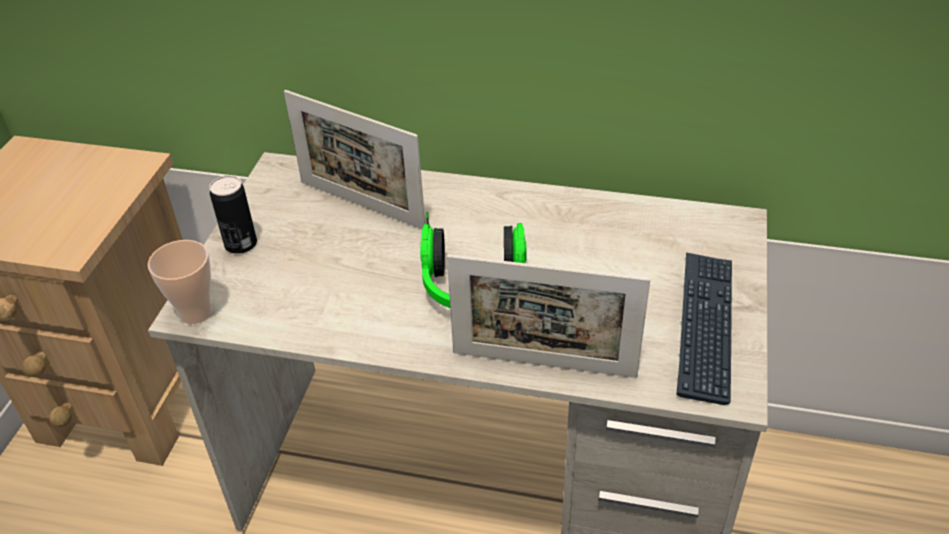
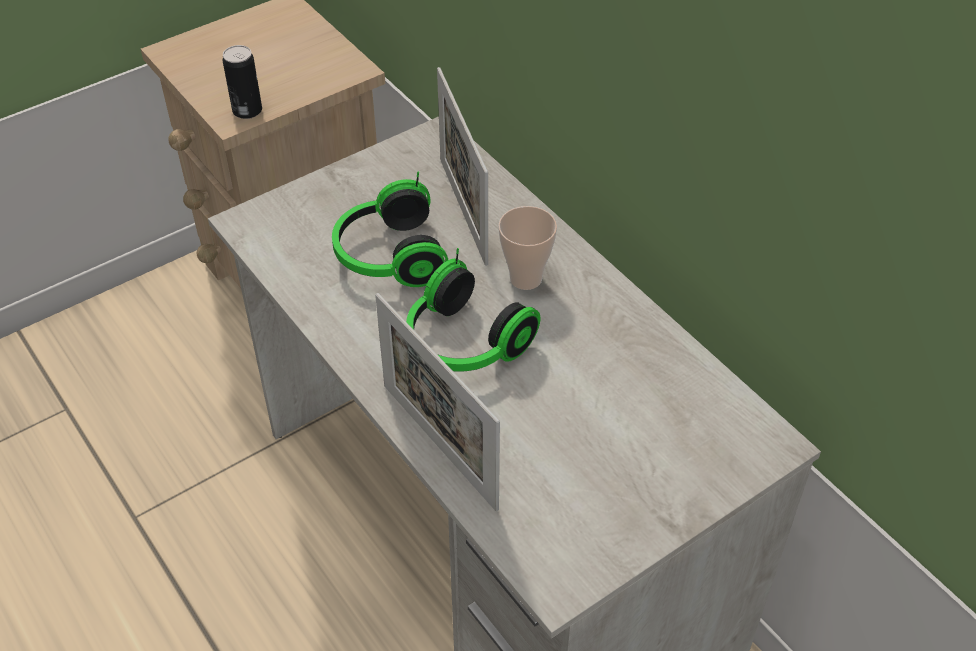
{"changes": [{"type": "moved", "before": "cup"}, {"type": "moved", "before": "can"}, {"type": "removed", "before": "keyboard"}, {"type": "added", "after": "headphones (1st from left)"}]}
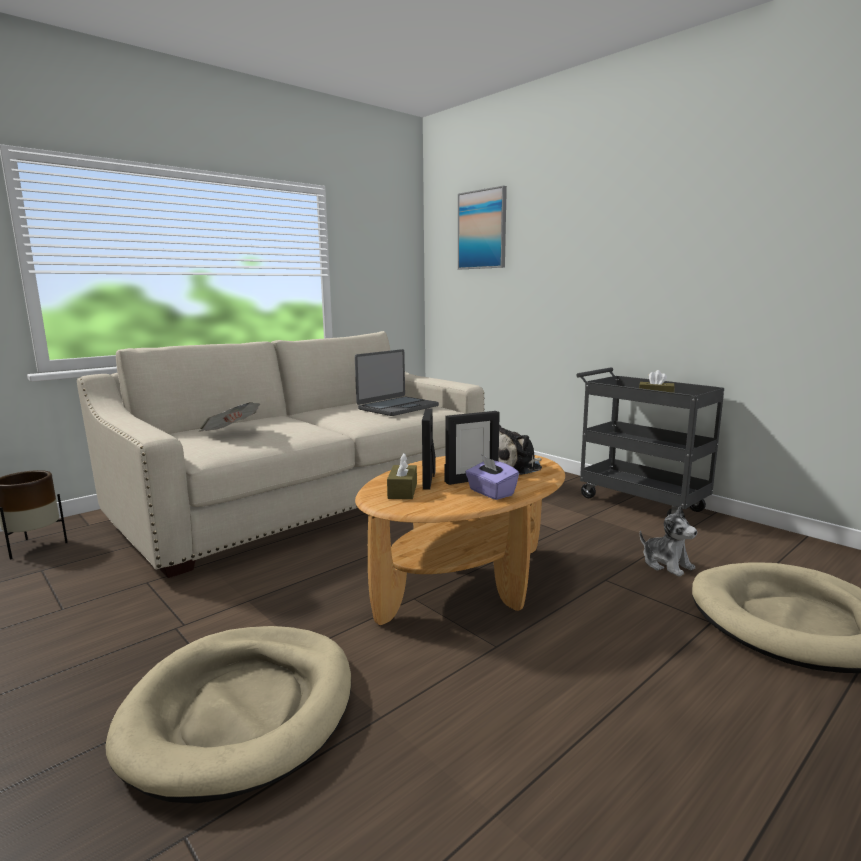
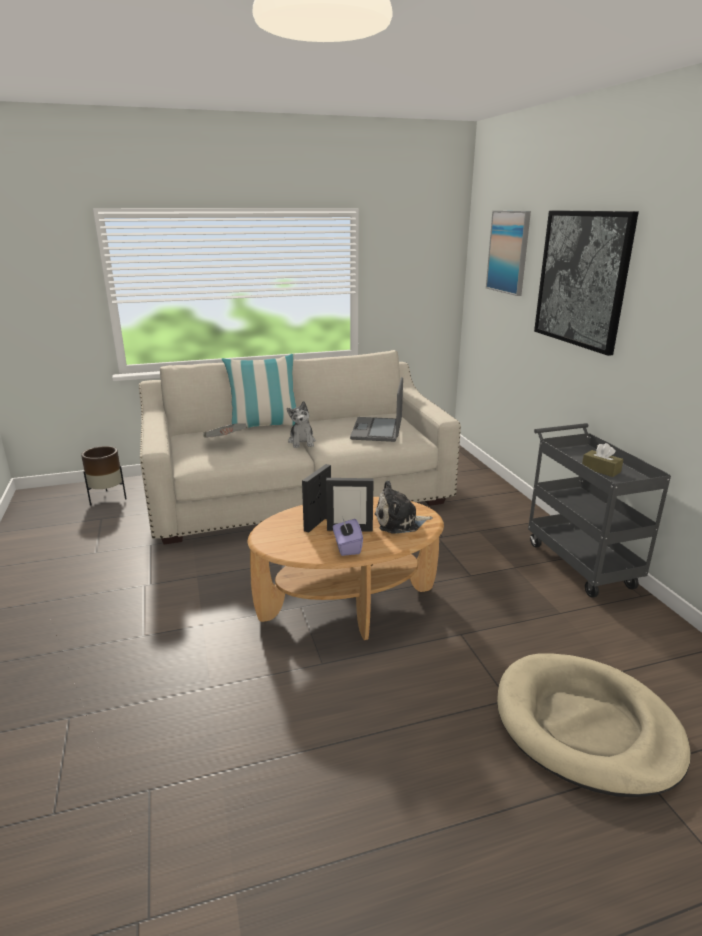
{"changes": [{"type": "removed", "before": "beige dog bed (1st from left)"}, {"type": "turned", "before": "laptop", "turn": 120}, {"type": "removed", "before": "brown tissue box (1st from left)"}, {"type": "moved", "before": "plush toy (2nd from left in the first image)", "after": "plush toy (1st from left)"}, {"type": "added", "after": "pillow"}, {"type": "added", "after": "picture (2nd from left)"}]}
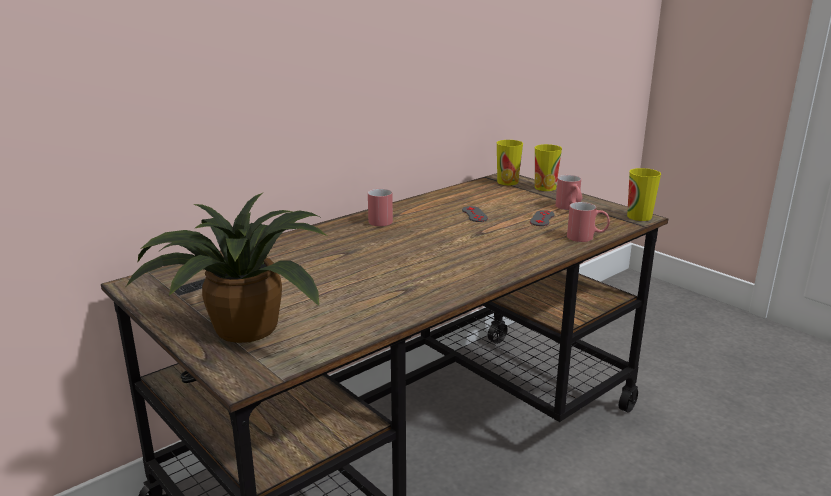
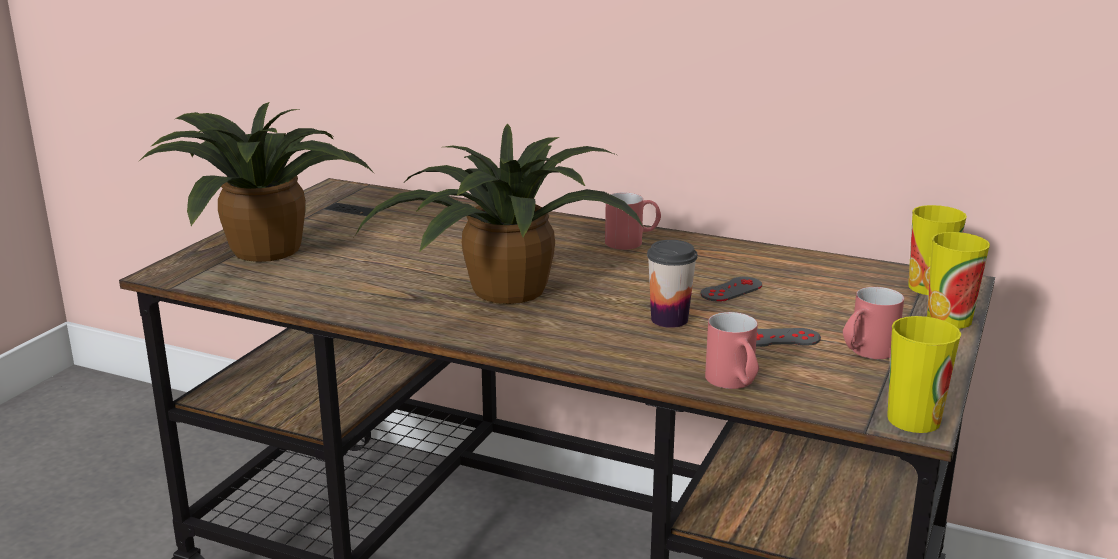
{"changes": [{"type": "added", "after": "potted plant (2nd from left)"}, {"type": "added", "after": "cup (1st from left)"}]}
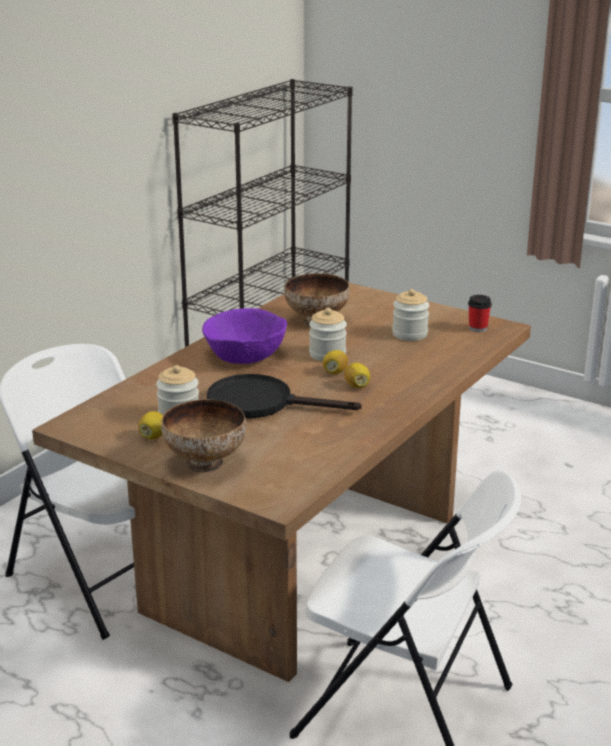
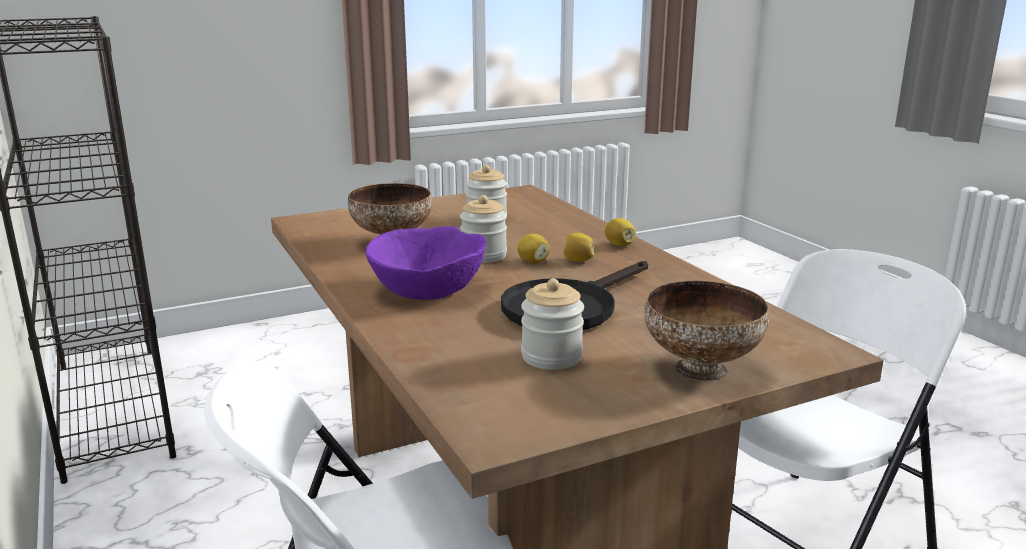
{"changes": [{"type": "moved", "before": "lemon (1st from left in the first image)", "after": "lemon (3rd from left)"}, {"type": "removed", "before": "cup"}]}
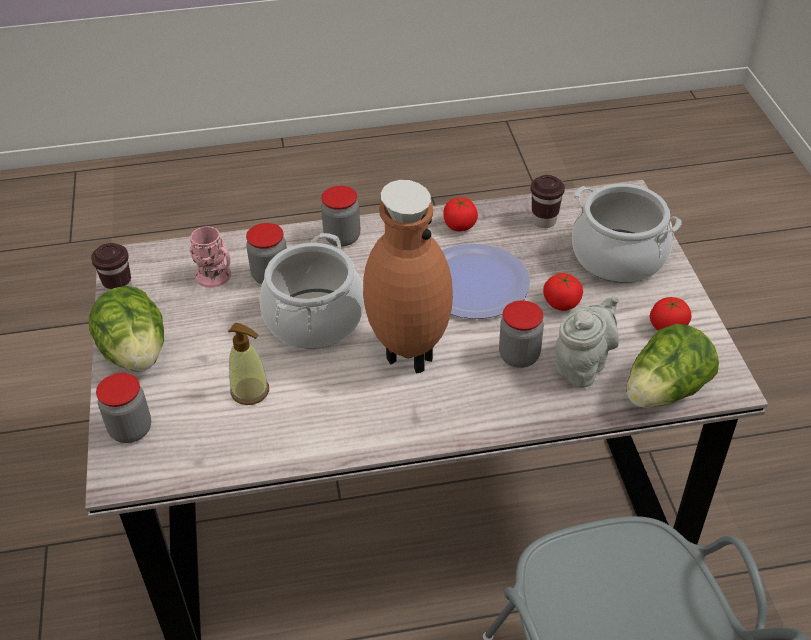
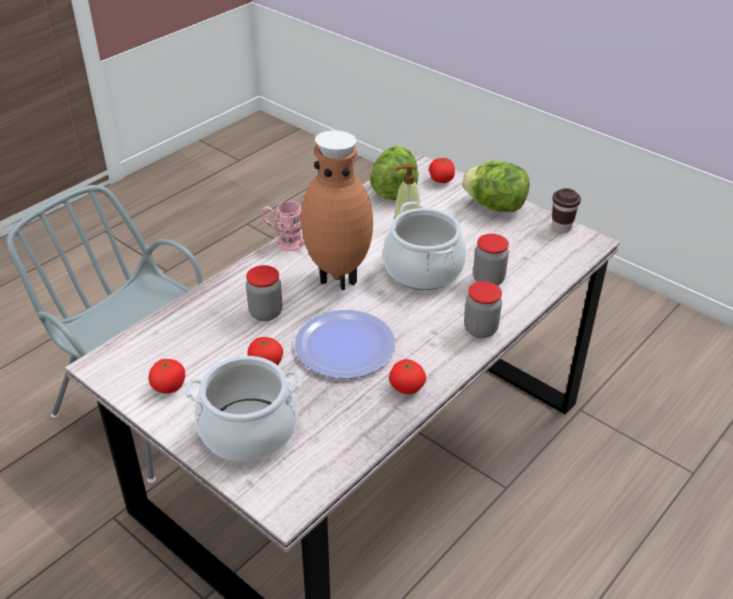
{"changes": [{"type": "replaced", "before": "jar (1st from left)", "after": "tomato (4th from left)"}, {"type": "moved", "before": "pink mug"}, {"type": "removed", "before": "brown cup (2nd from left)"}, {"type": "removed", "before": "grey teapot"}, {"type": "moved", "before": "lettuce (2nd from left in the first image)", "after": "lettuce (1st from left)"}]}
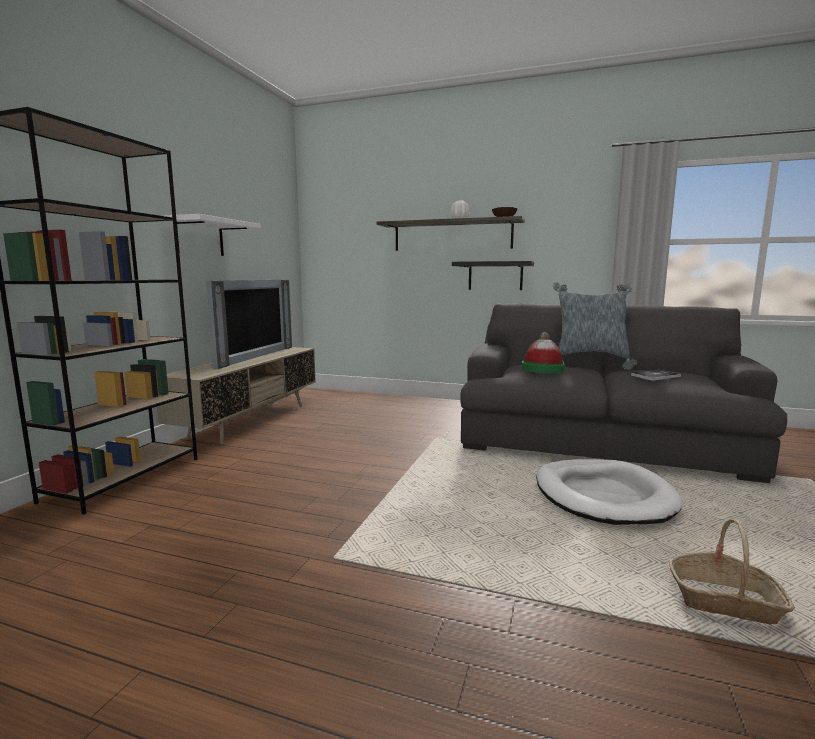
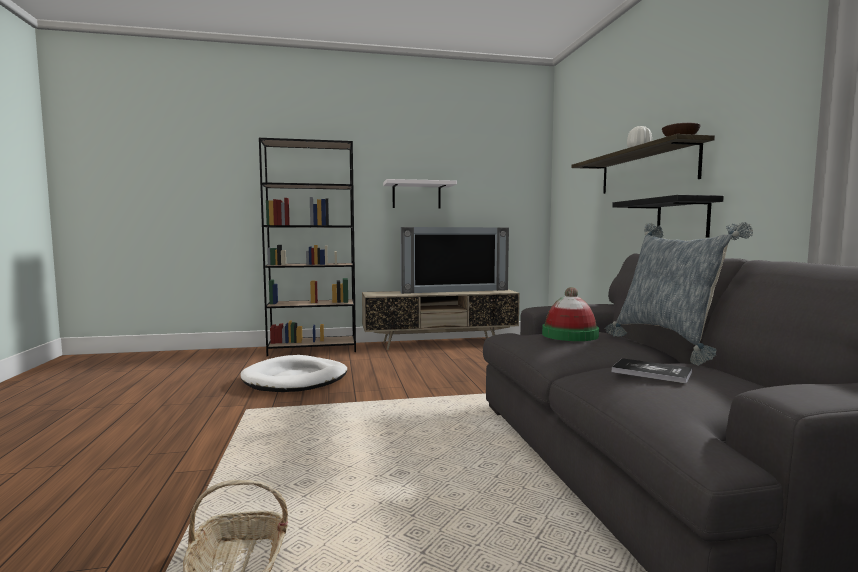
{"changes": [{"type": "moved", "before": "white dog bed"}]}
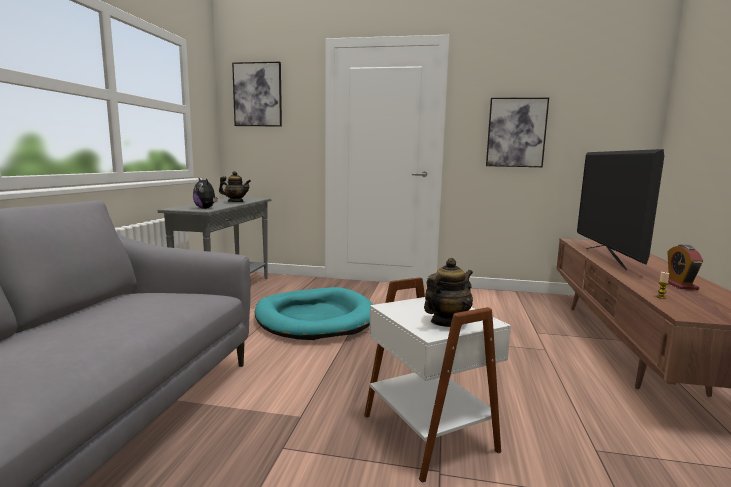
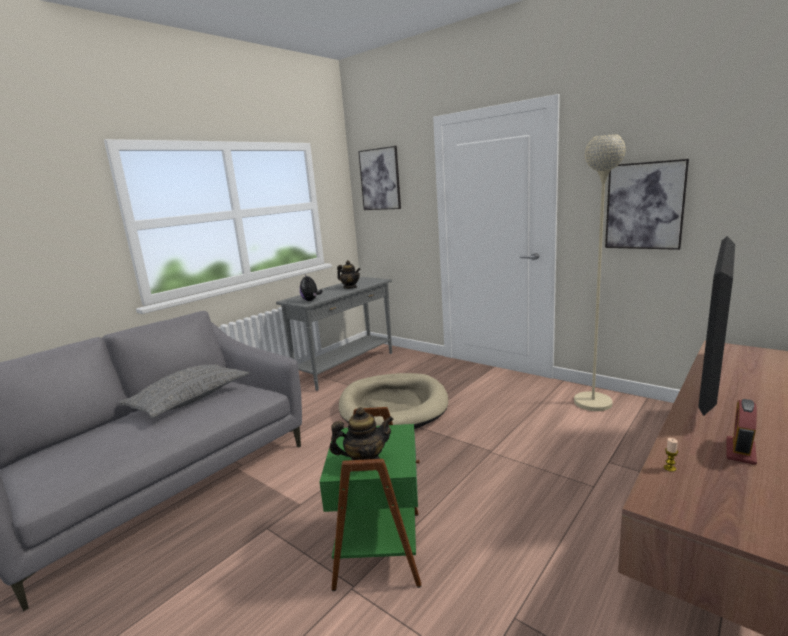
{"changes": [{"type": "recoloured", "before": "turquoise dog bed", "after": "beige dog bed"}, {"type": "recoloured", "before": "white side table", "after": "green side table"}, {"type": "added", "after": "grey pillow"}, {"type": "added", "after": "beige floor lamp"}]}
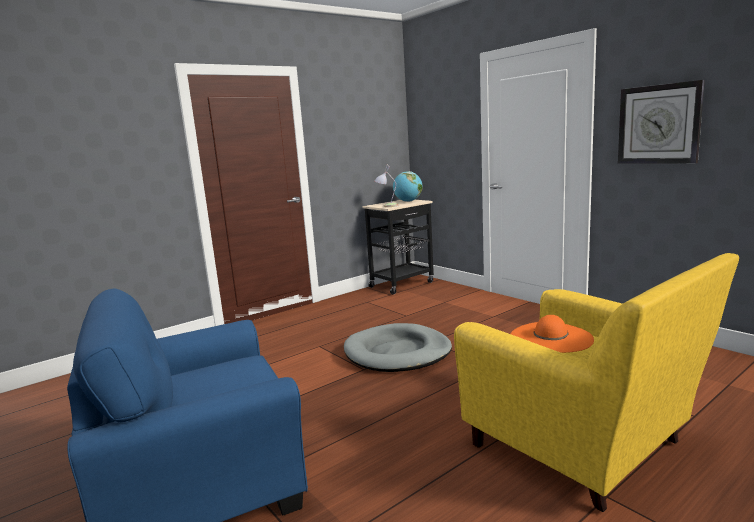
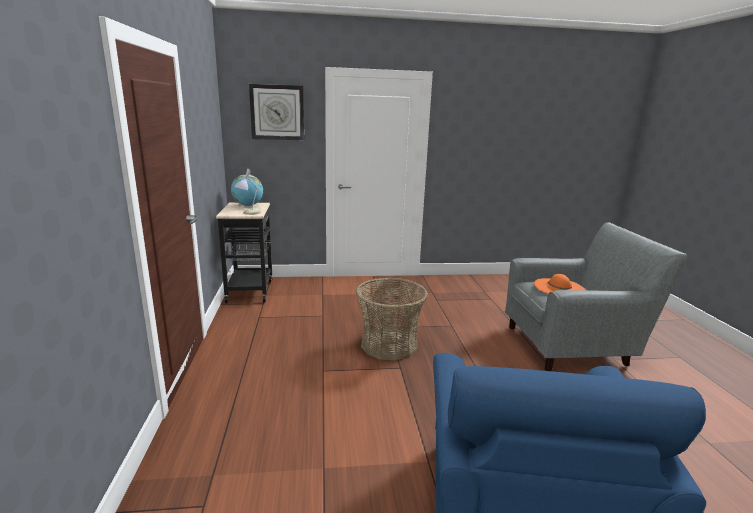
{"changes": [{"type": "replaced", "before": "grey dog bed", "after": "basket"}, {"type": "recoloured", "before": "yellow armchair", "after": "grey armchair"}, {"type": "moved", "before": "wall clock"}]}
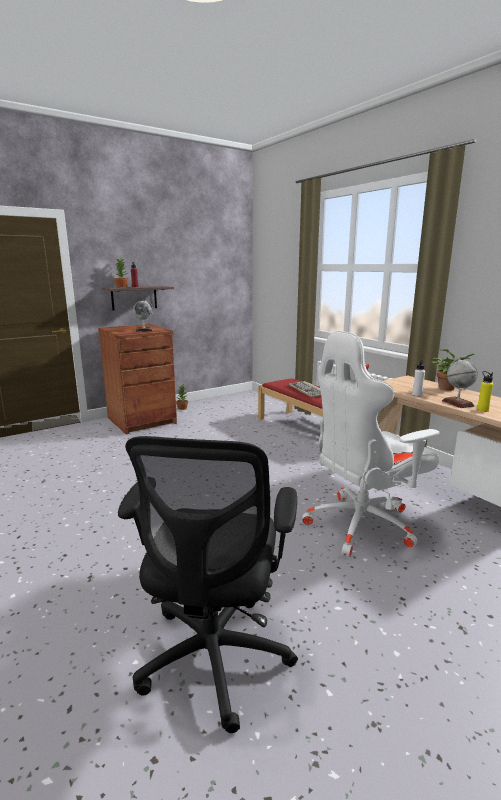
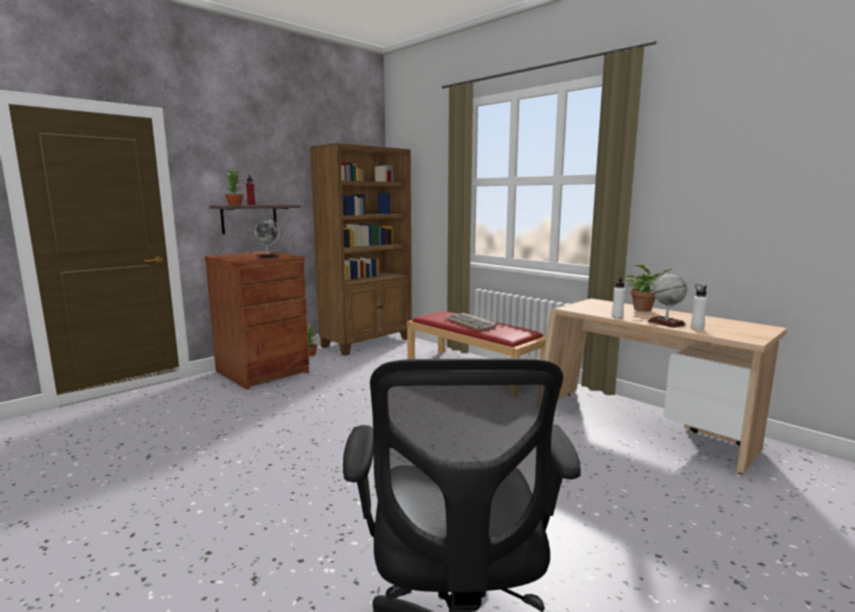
{"changes": [{"type": "removed", "before": "white office chair"}, {"type": "recoloured", "before": "yellow bottle", "after": "white bottle (2nd from left)"}, {"type": "added", "after": "brown bookcase"}]}
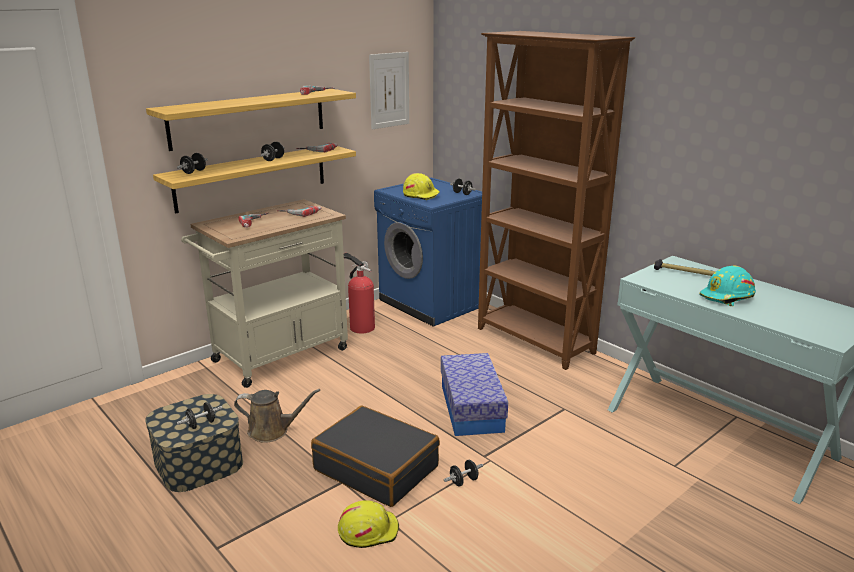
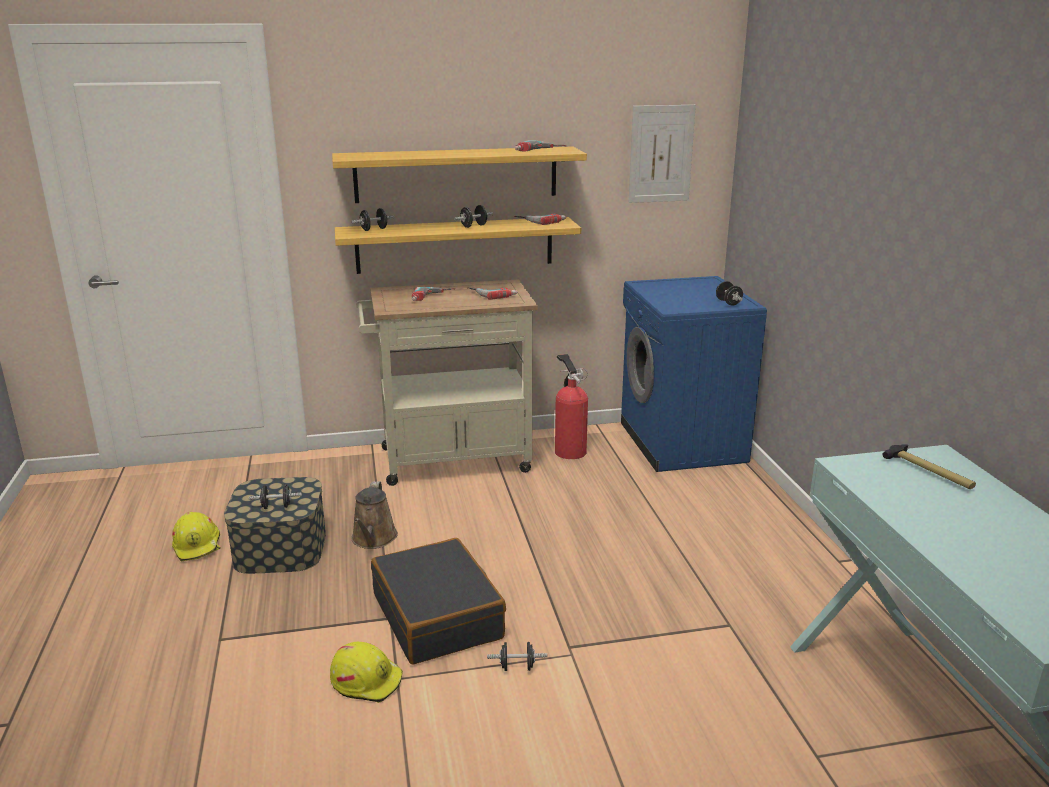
{"changes": [{"type": "turned", "before": "brown watering can", "turn": 60}, {"type": "moved", "before": "yellow hard hat (2nd from left in the first image)", "after": "yellow hard hat (1st from left)"}, {"type": "removed", "before": "storage box (2nd from left)"}, {"type": "removed", "before": "brown bookcase"}, {"type": "removed", "before": "turquoise hard hat"}]}
